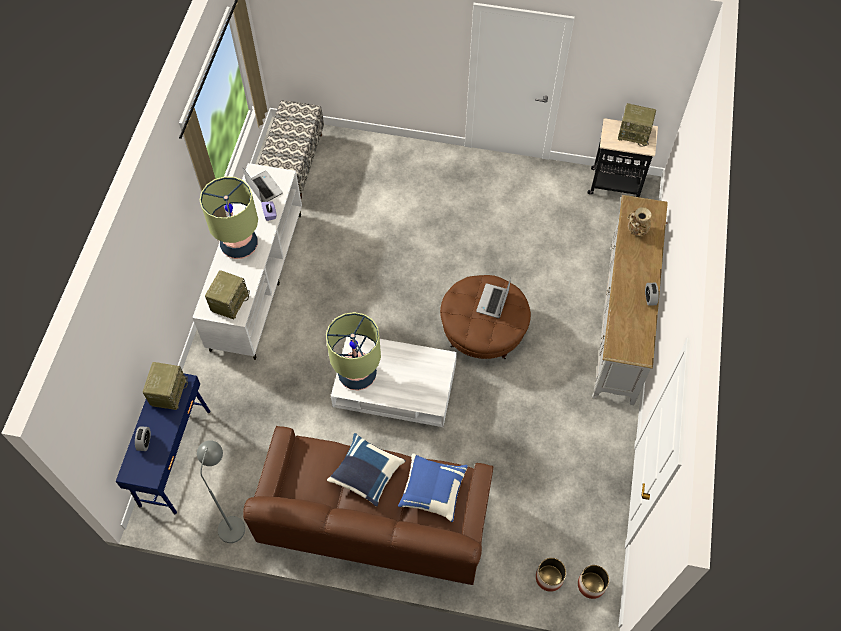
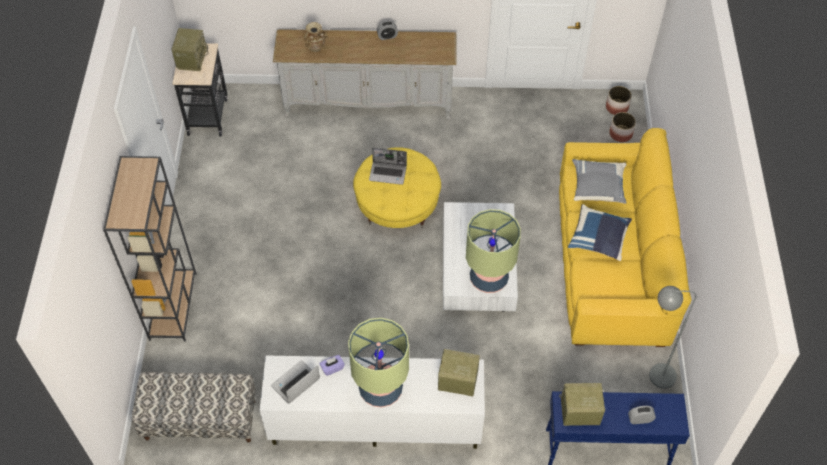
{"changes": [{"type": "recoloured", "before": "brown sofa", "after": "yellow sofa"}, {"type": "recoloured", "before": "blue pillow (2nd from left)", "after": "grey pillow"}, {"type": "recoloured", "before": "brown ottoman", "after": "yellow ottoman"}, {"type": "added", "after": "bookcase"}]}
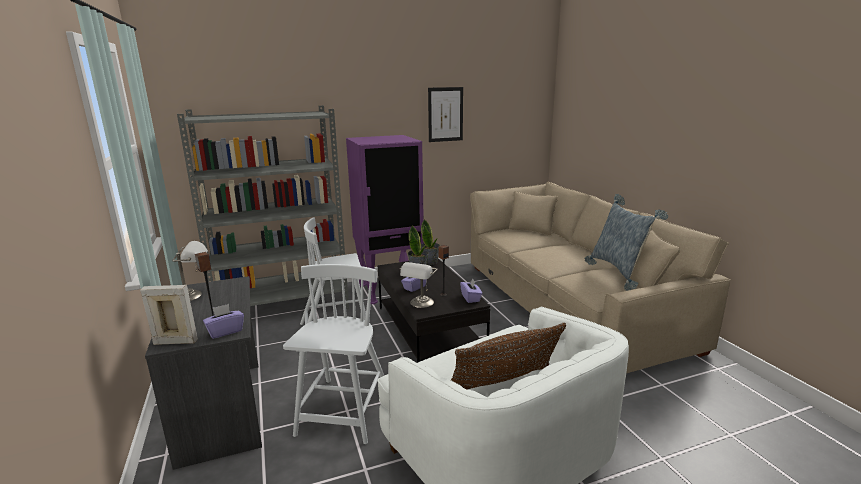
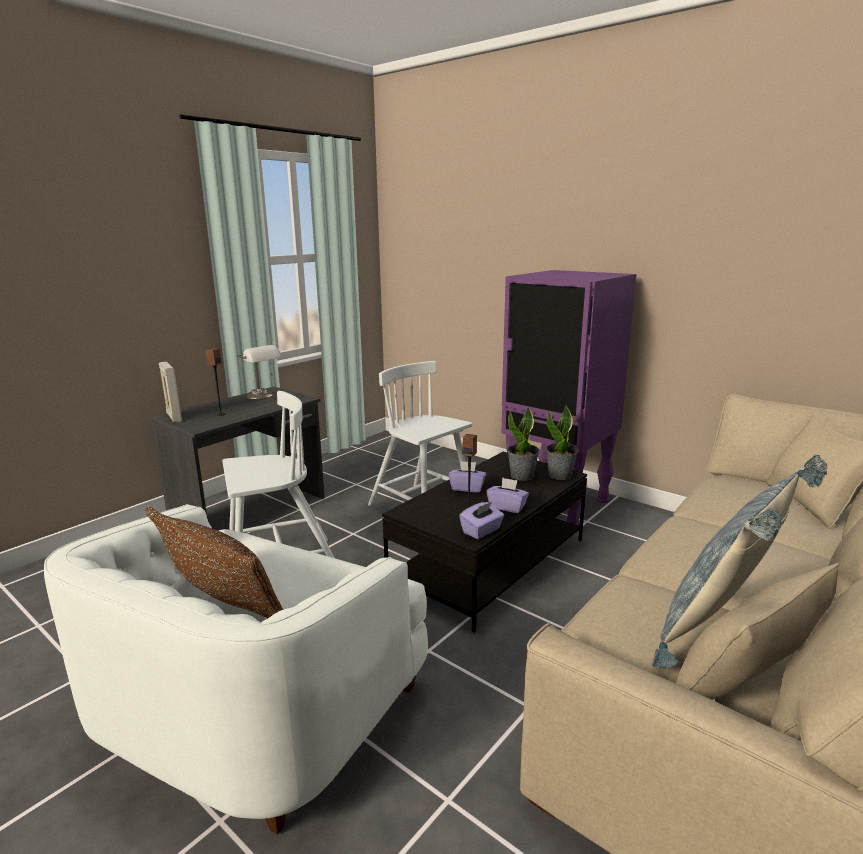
{"changes": [{"type": "removed", "before": "grey bookcase"}, {"type": "moved", "before": "purple tissue box (1st from left in the first image)", "after": "purple tissue box (3rd from left)"}, {"type": "removed", "before": "white table lamp (2nd from left)"}, {"type": "removed", "before": "picture"}]}
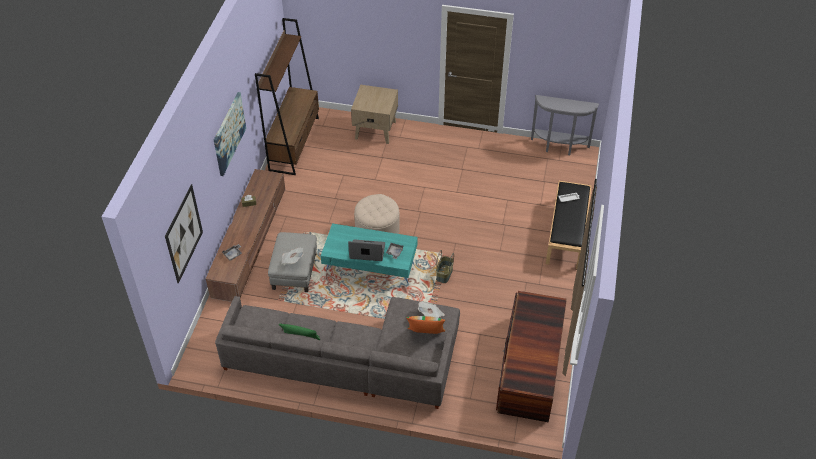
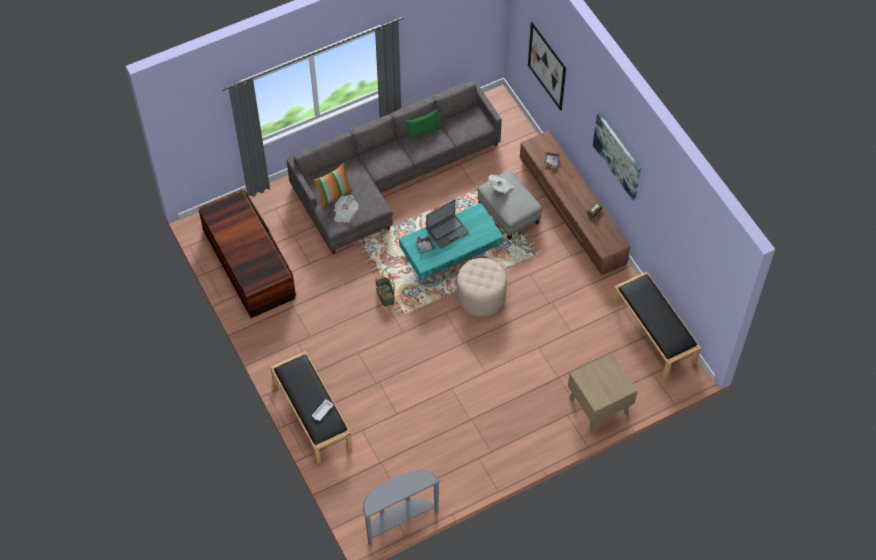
{"changes": [{"type": "replaced", "before": "brown bookcase", "after": "black bench (2nd from left)"}]}
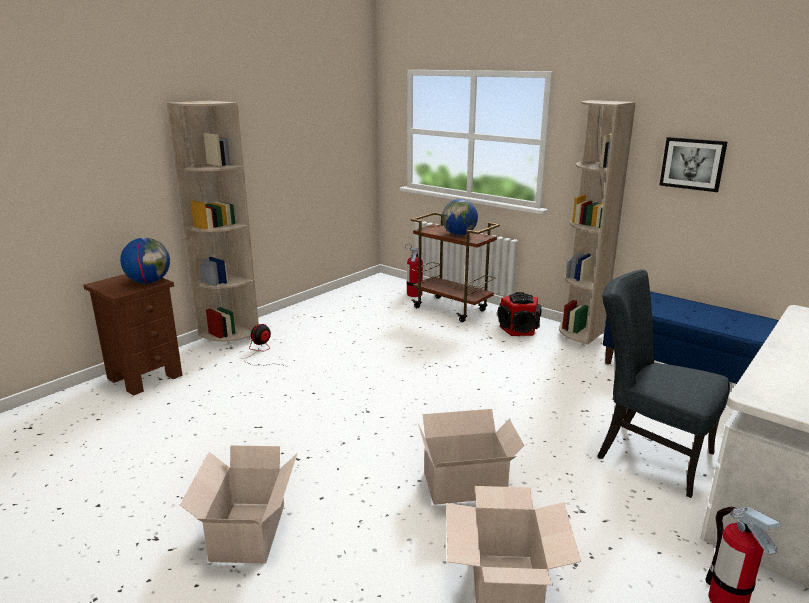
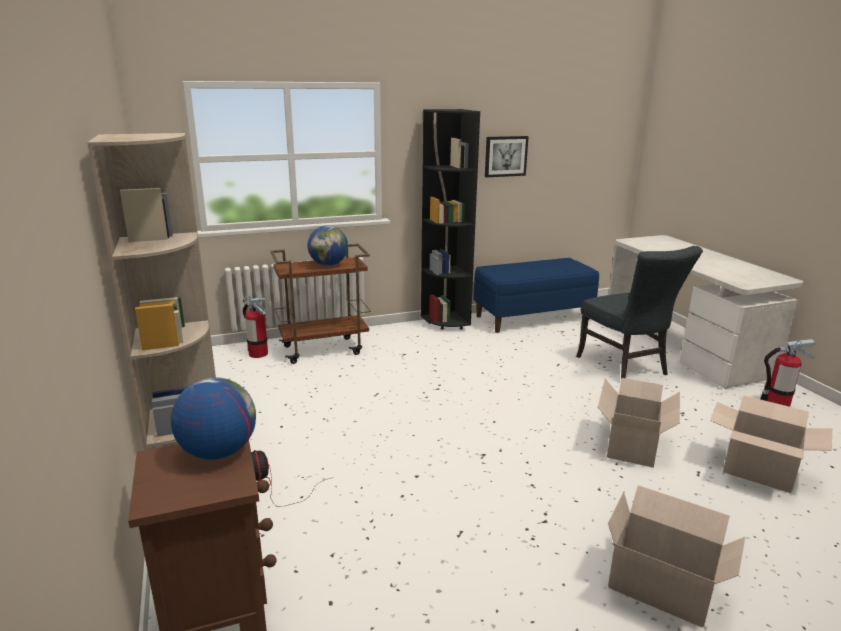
{"changes": [{"type": "removed", "before": "speaker"}, {"type": "recoloured", "before": "beige bookcase (2nd from left)", "after": "black bookcase"}, {"type": "turned", "before": "grey chair", "turn": -90}]}
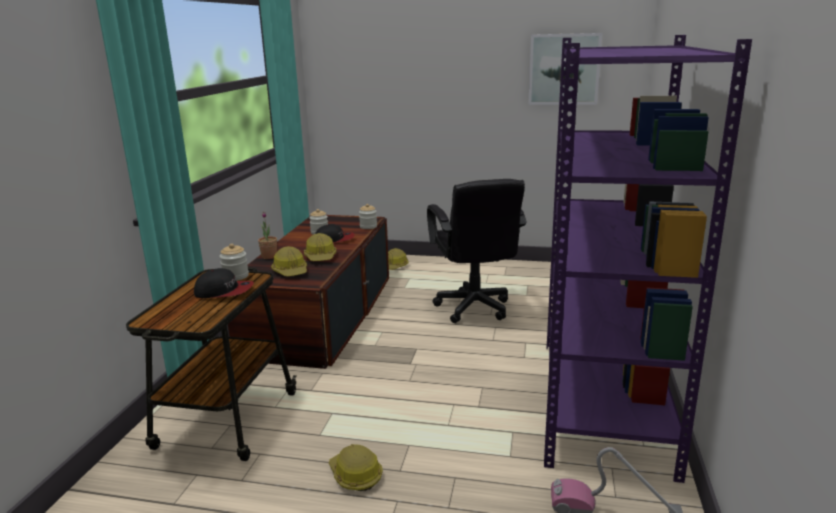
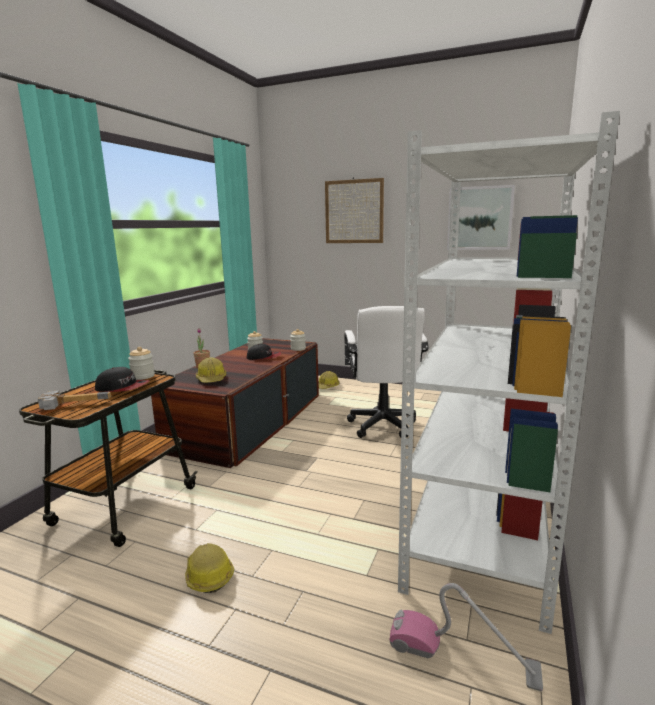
{"changes": [{"type": "removed", "before": "hard hat (2nd from left)"}, {"type": "recoloured", "before": "black office chair", "after": "white office chair"}, {"type": "recoloured", "before": "purple bookcase", "after": "white bookcase"}, {"type": "added", "after": "hammer"}, {"type": "added", "after": "picture (1st from left)"}]}
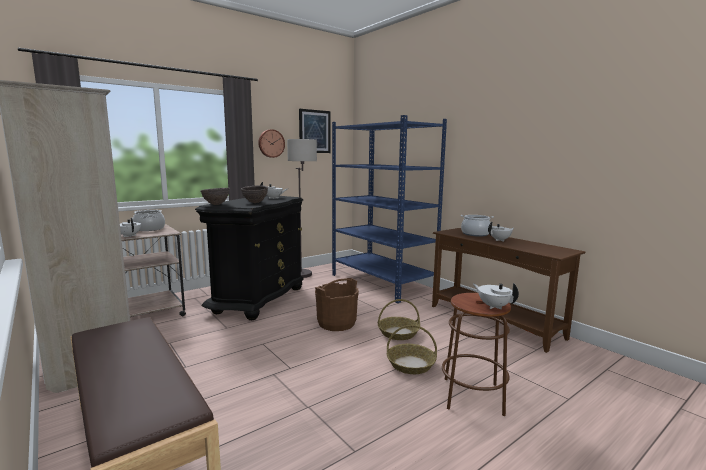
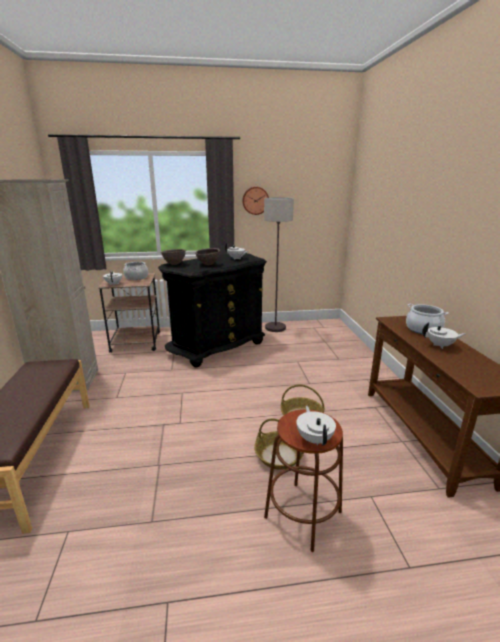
{"changes": [{"type": "removed", "before": "picture"}, {"type": "removed", "before": "brown bucket"}, {"type": "removed", "before": "blue bookcase"}]}
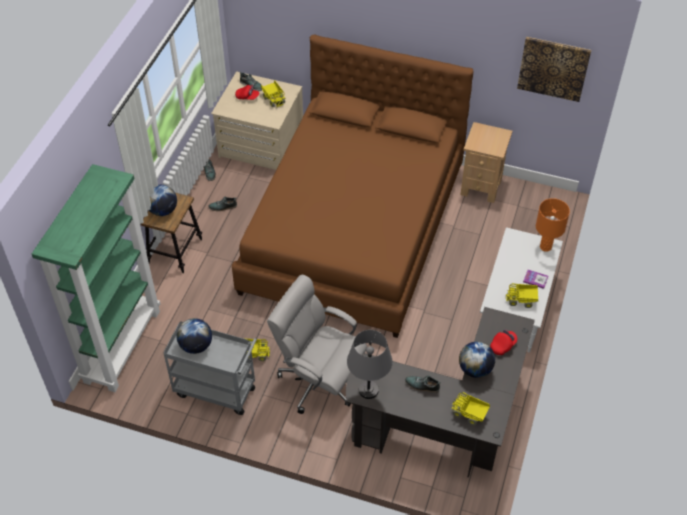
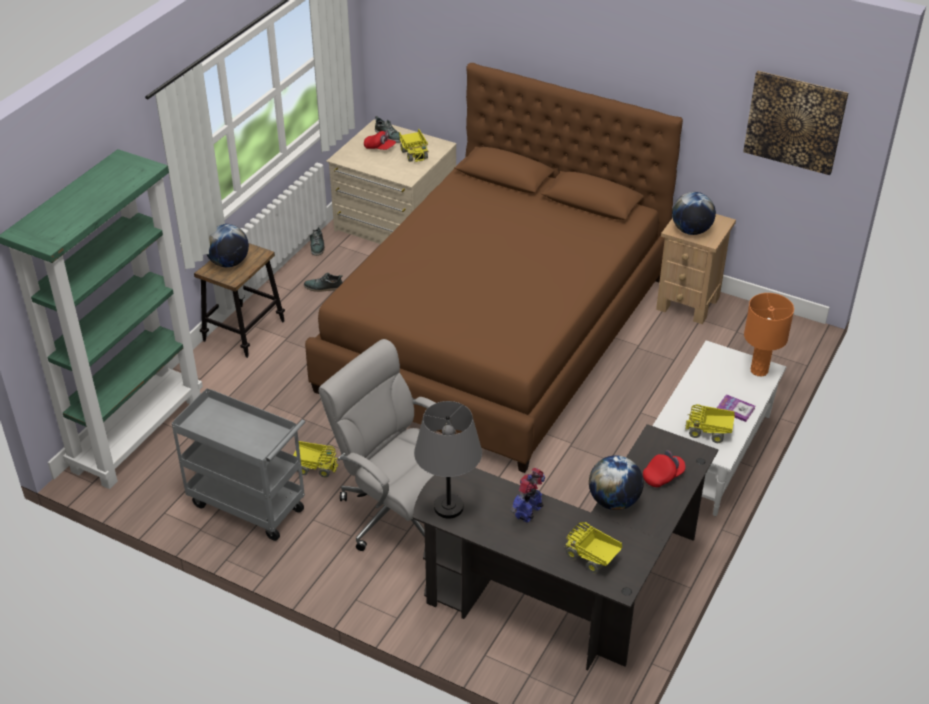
{"changes": [{"type": "moved", "before": "globe (2nd from left in the first image)", "after": "globe (3rd from left)"}, {"type": "replaced", "before": "shoe (4th from left)", "after": "toy robot"}]}
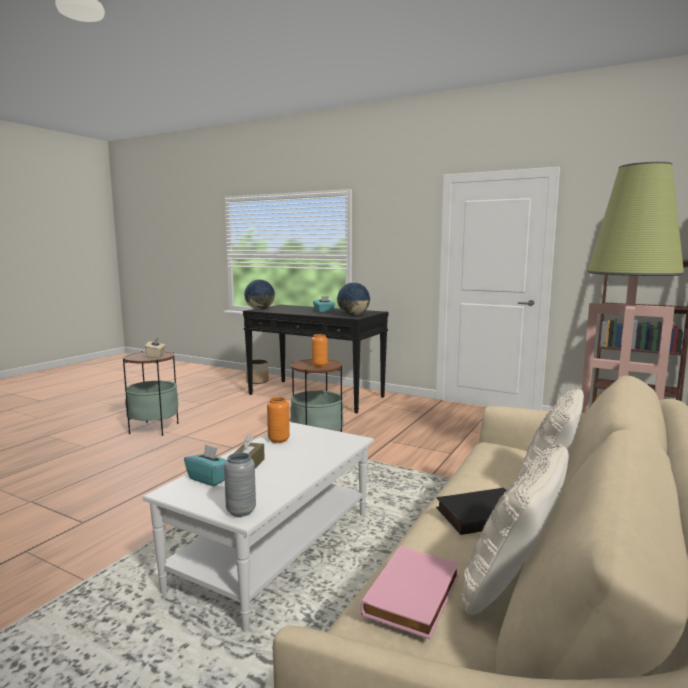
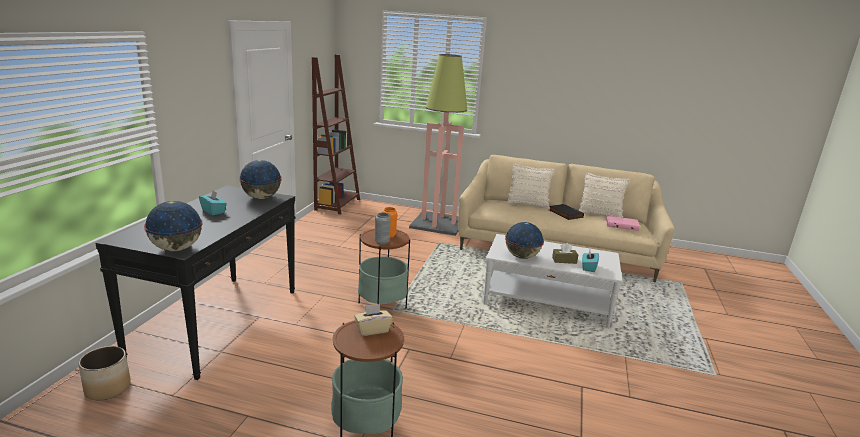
{"changes": [{"type": "moved", "before": "grey vase"}, {"type": "replaced", "before": "orange vase (1st from left)", "after": "globe (3rd from left)"}]}
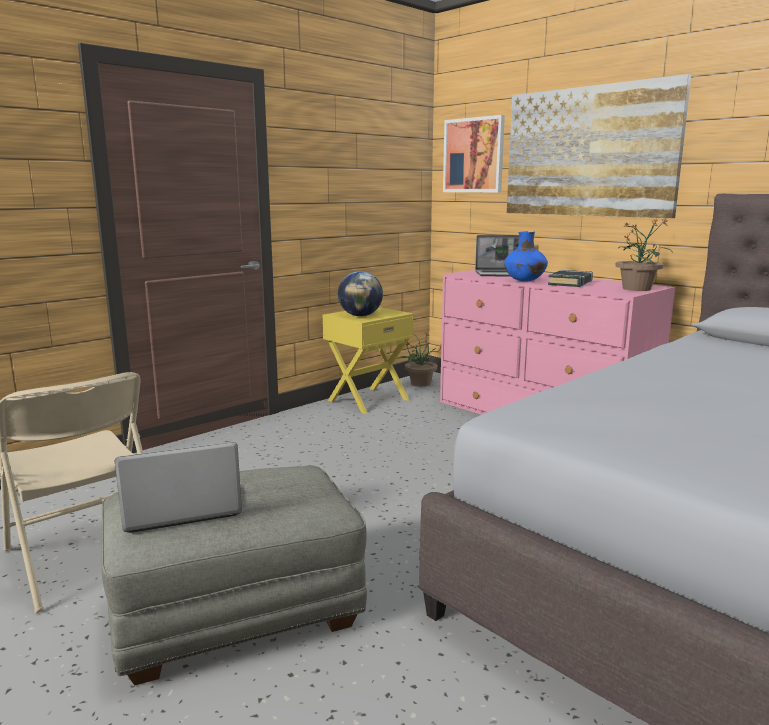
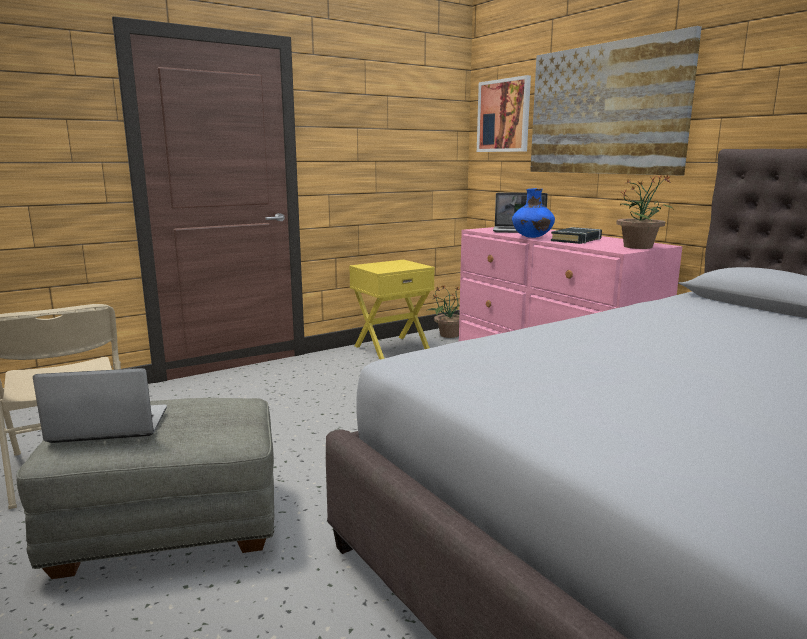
{"changes": [{"type": "removed", "before": "globe"}]}
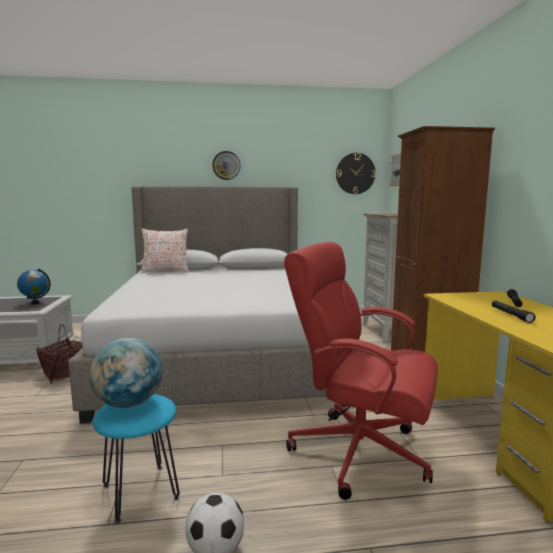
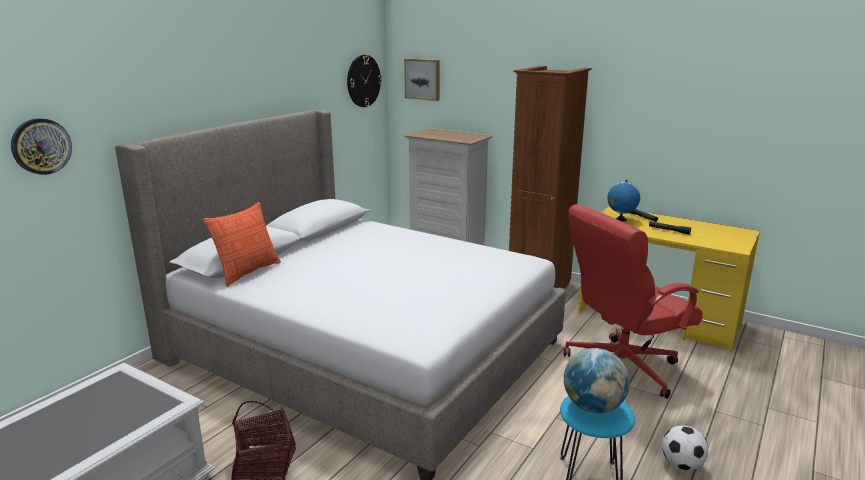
{"changes": [{"type": "moved", "before": "globe (1st from left in the first image)", "after": "globe (2nd from left)"}, {"type": "recoloured", "before": "white pillow", "after": "orange pillow"}, {"type": "moved", "before": "wall clock (1st from left)"}]}
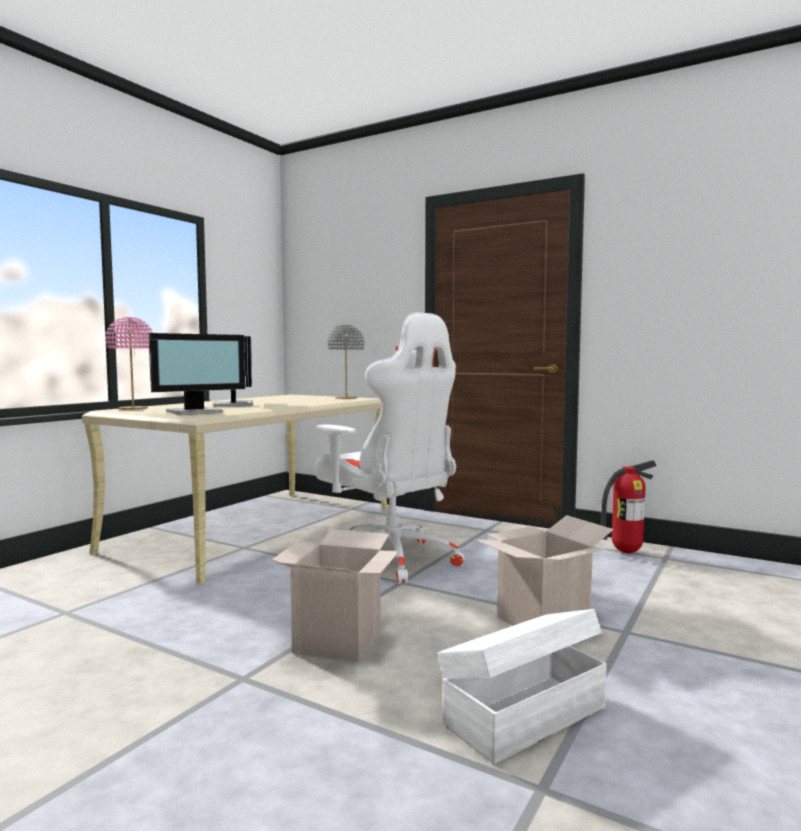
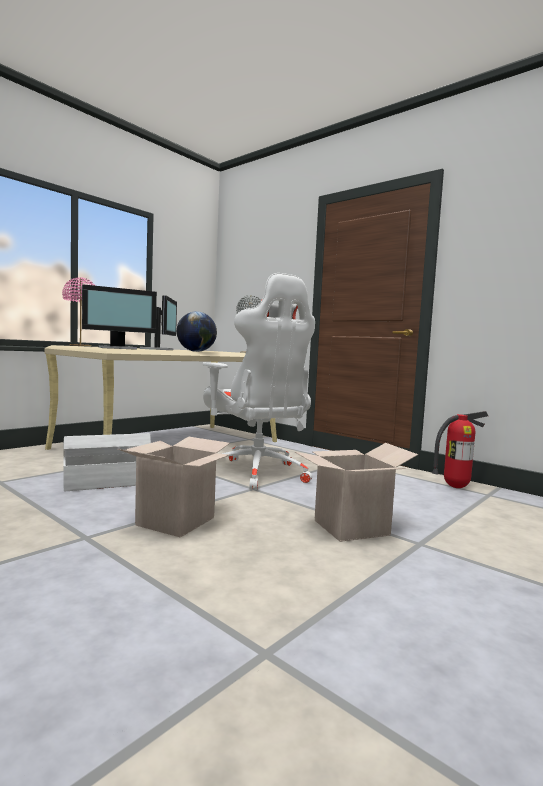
{"changes": [{"type": "moved", "before": "white storage box"}, {"type": "added", "after": "globe"}]}
